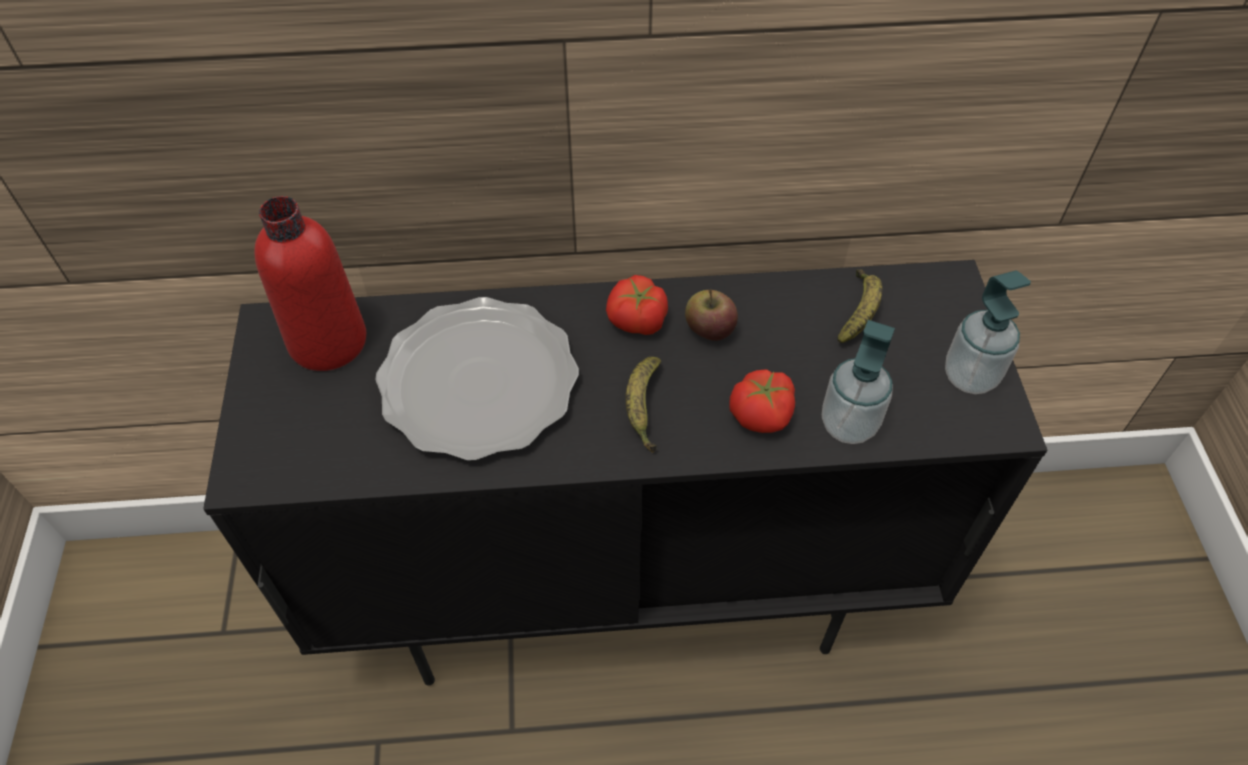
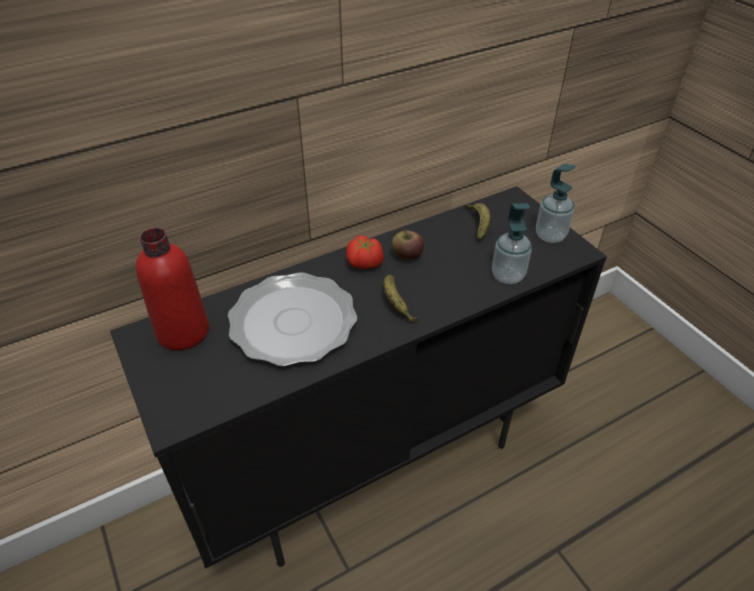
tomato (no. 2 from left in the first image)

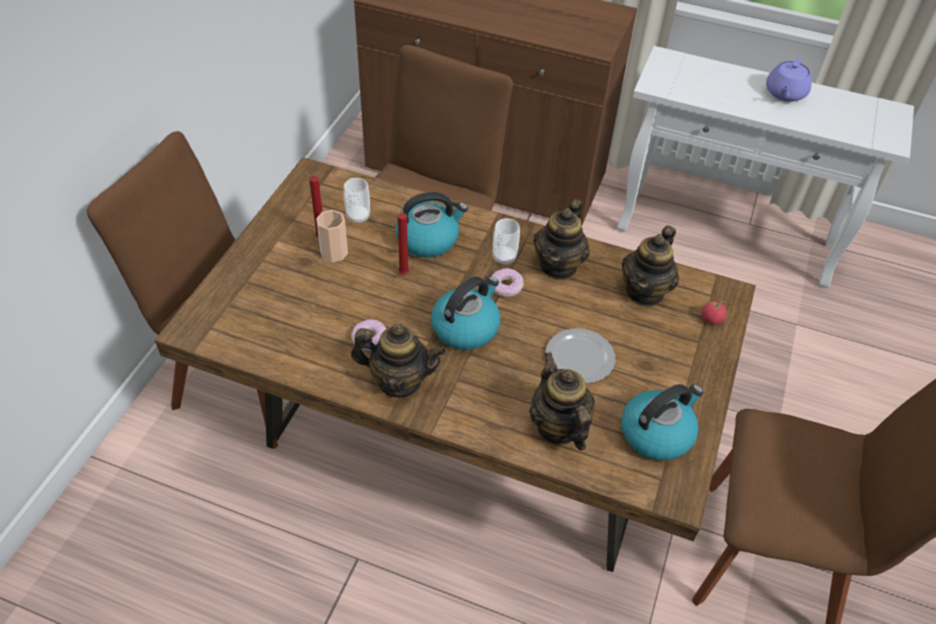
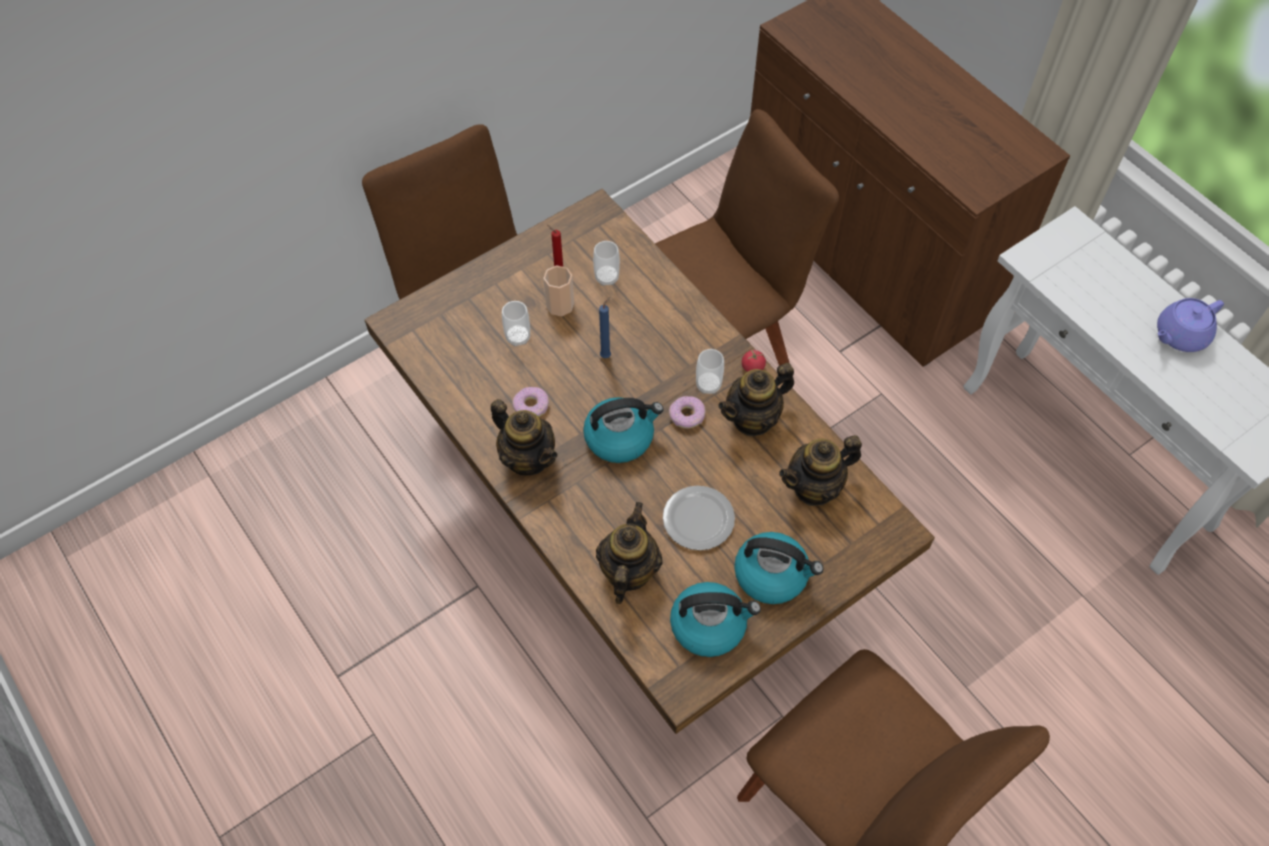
kettle (no. 3 from left)
blue candle
tomato
cup (no. 1 from left)

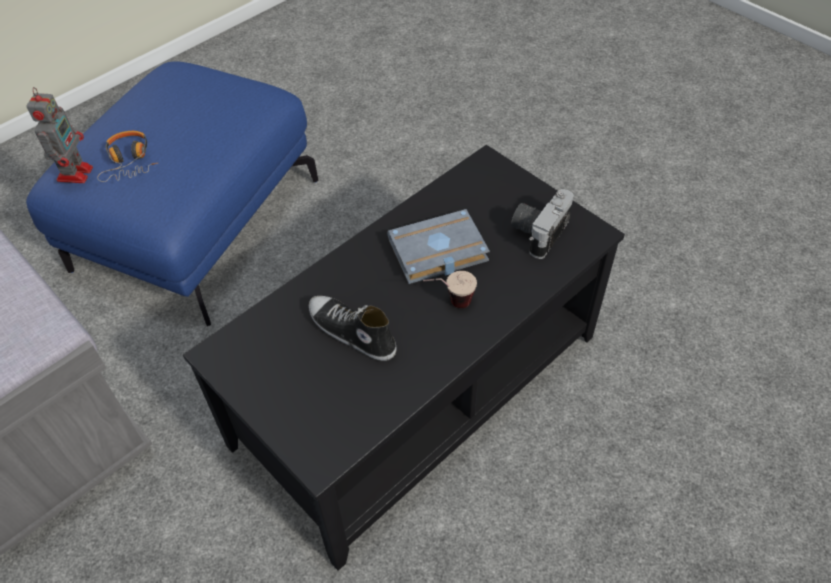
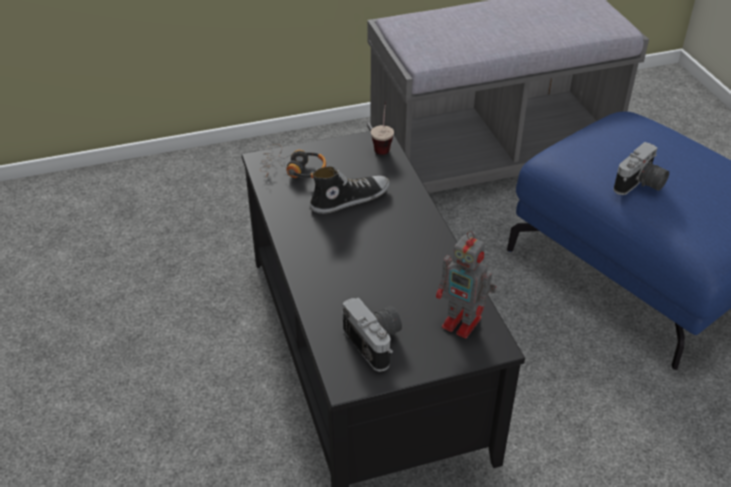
toy robot
headphones
grey book
cup
photo camera (no. 2 from left)

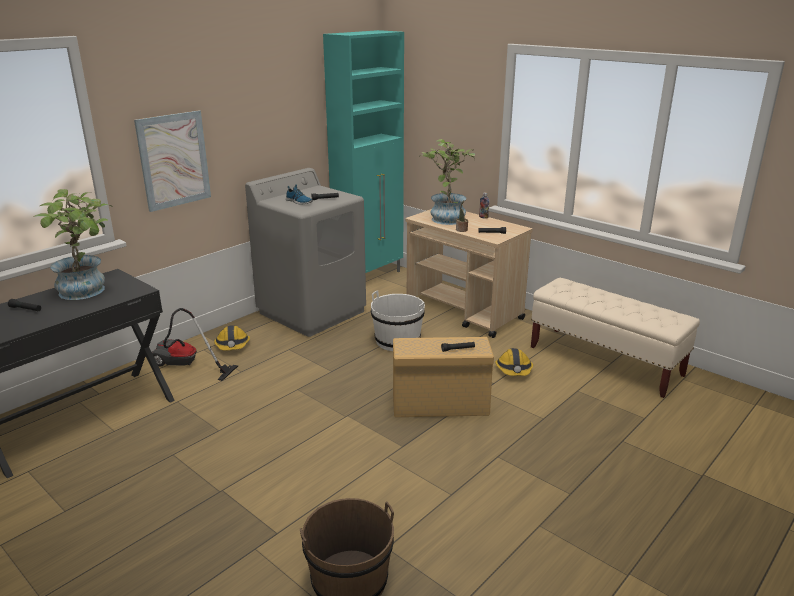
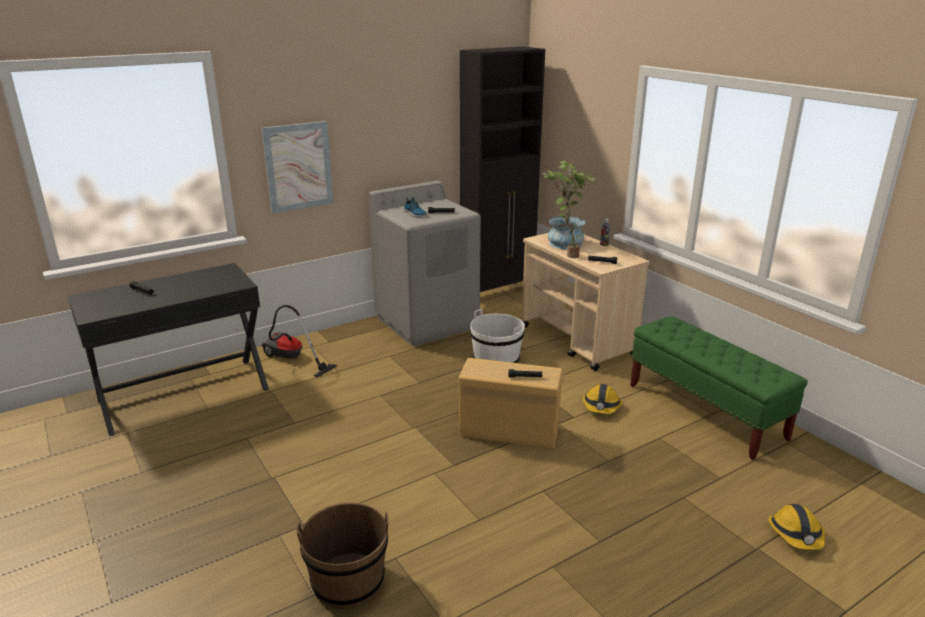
black cabinet
potted plant (no. 1 from left in the first image)
green bench
hard hat (no. 2 from left)

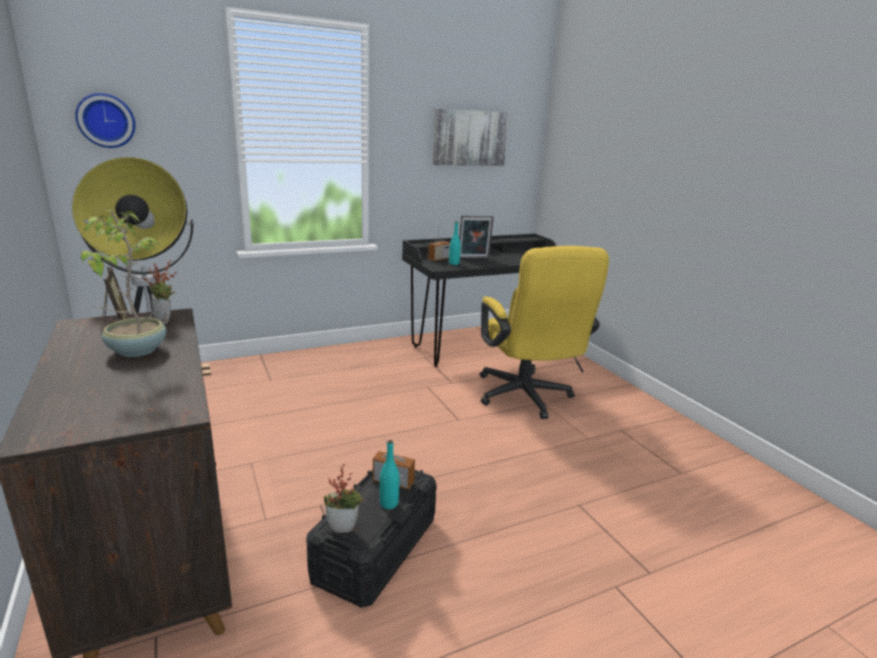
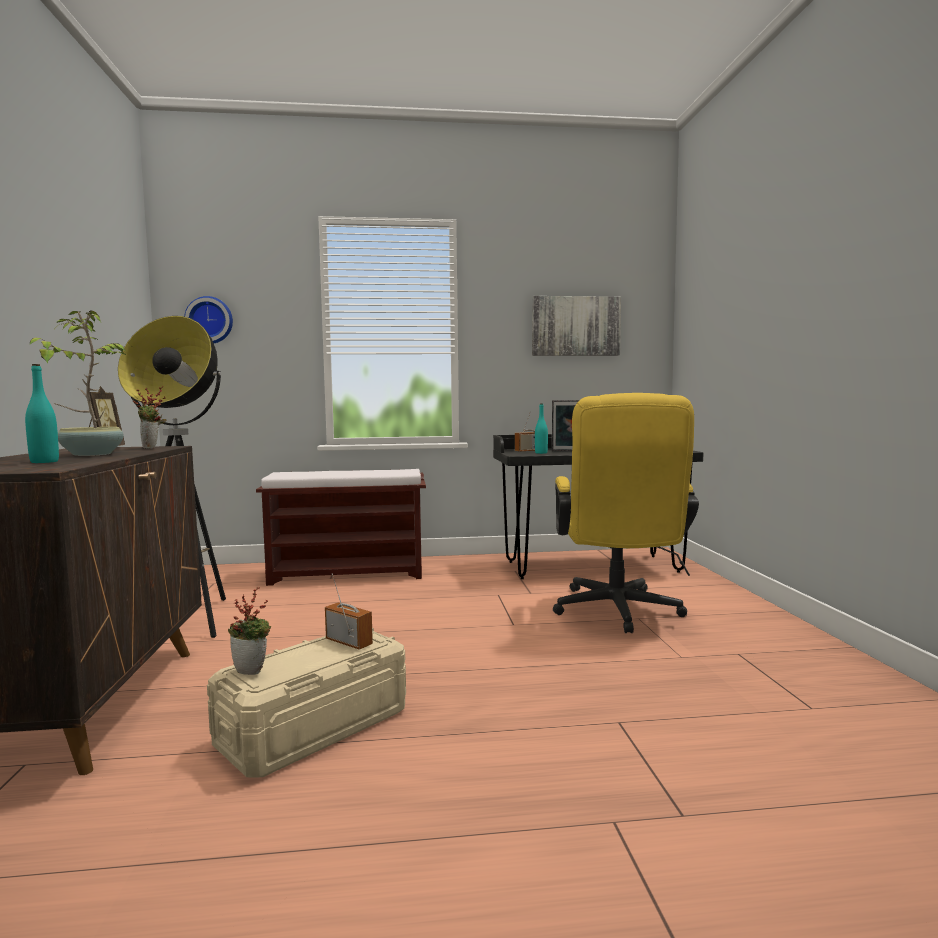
turquoise bottle (no. 1 from left)
beige storage box
brown bench

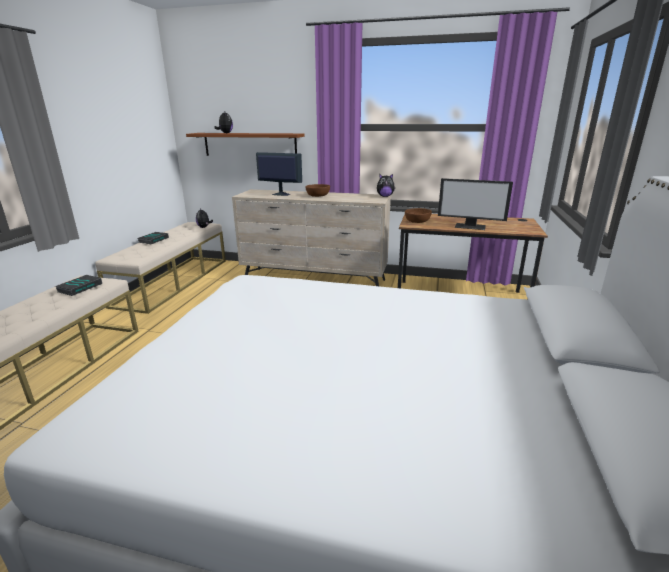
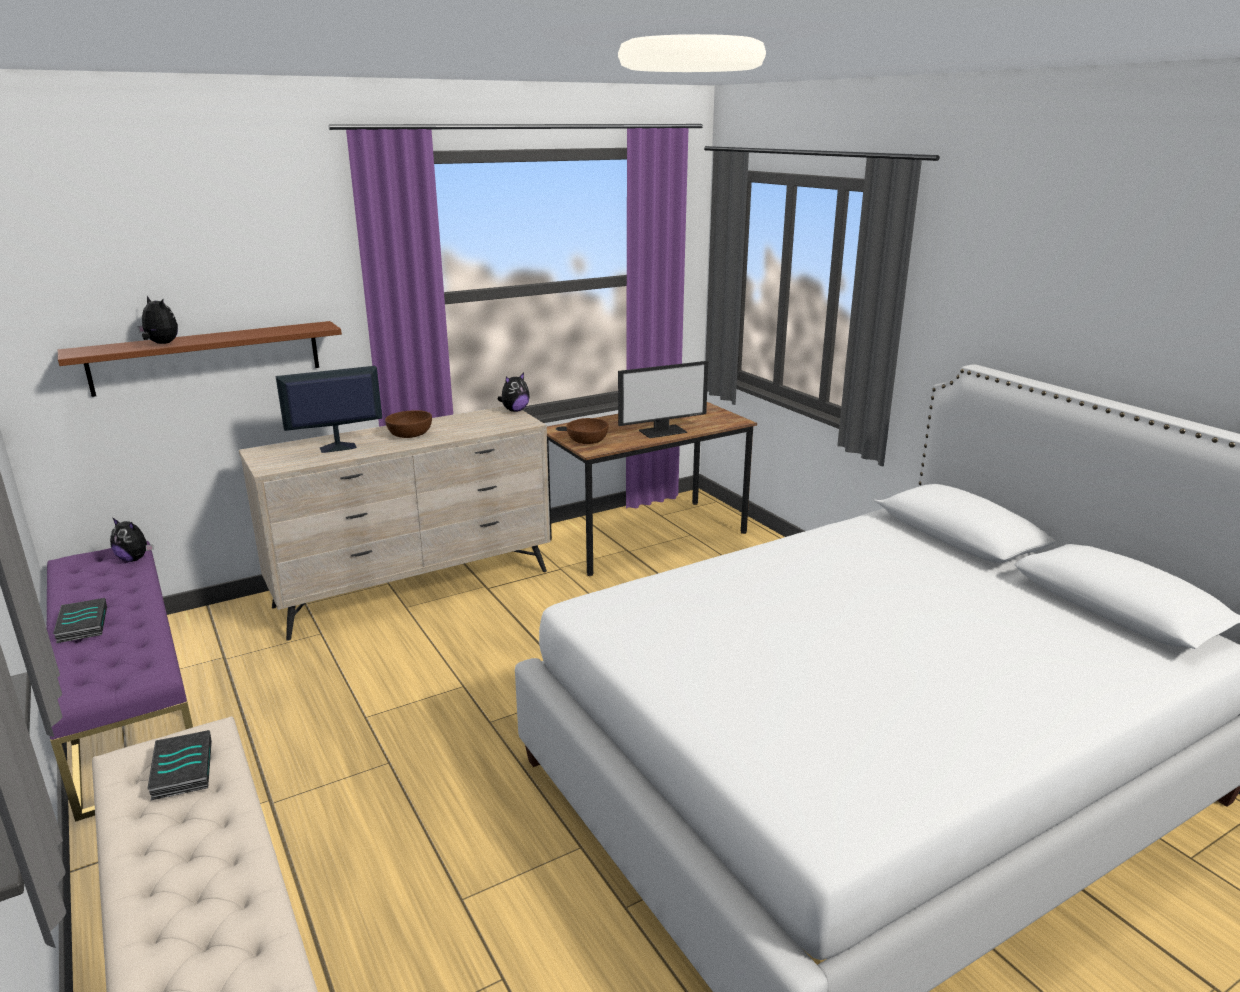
purple bench

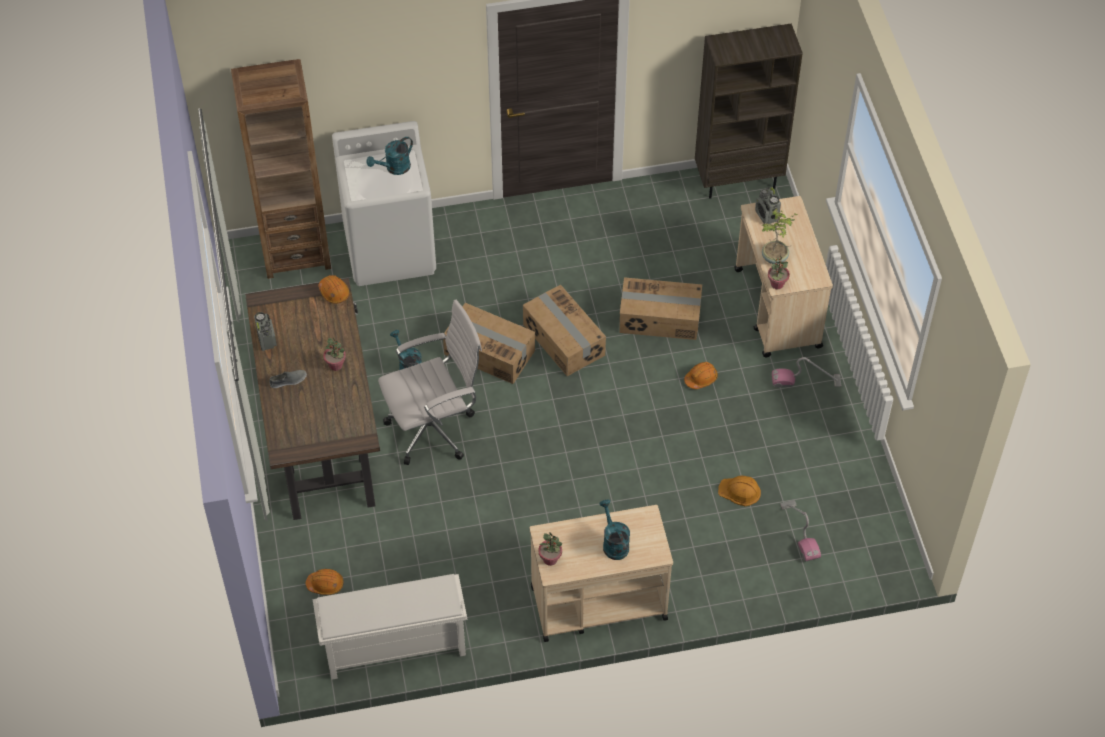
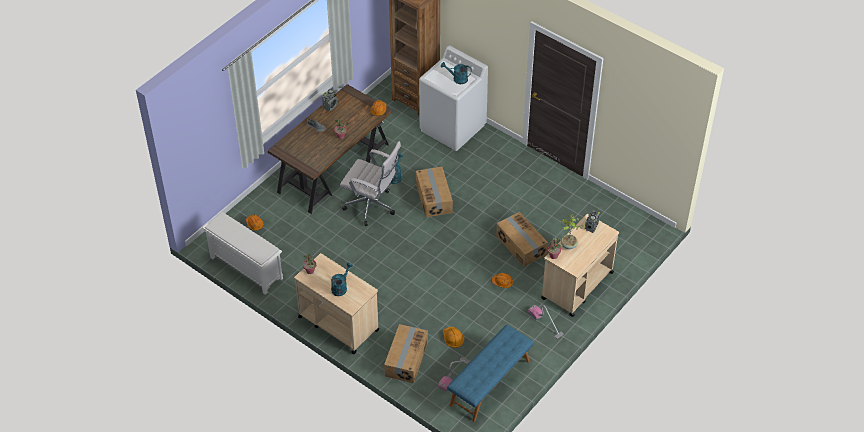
brown bookcase (no. 2 from left in the first image)
cardboard box (no. 1 from left)
blue bench

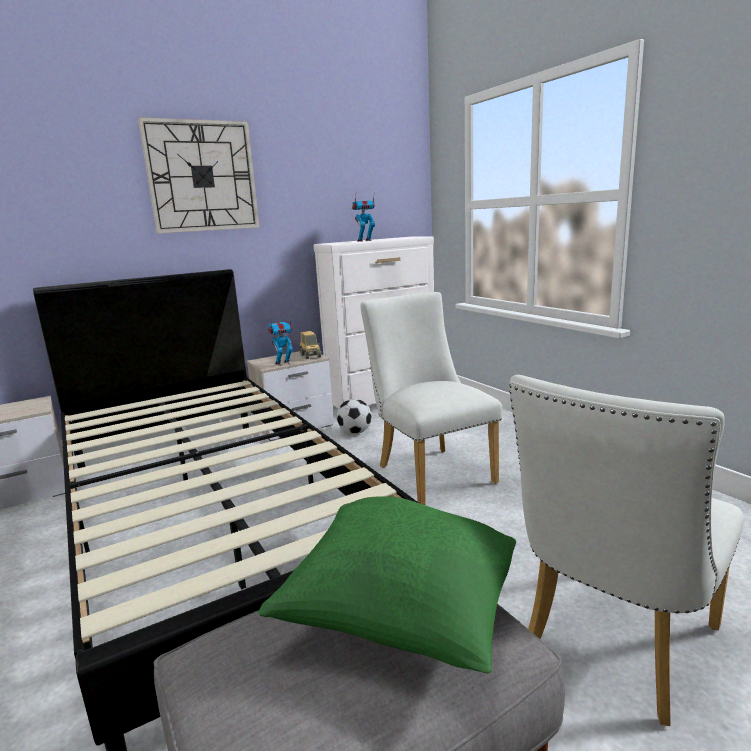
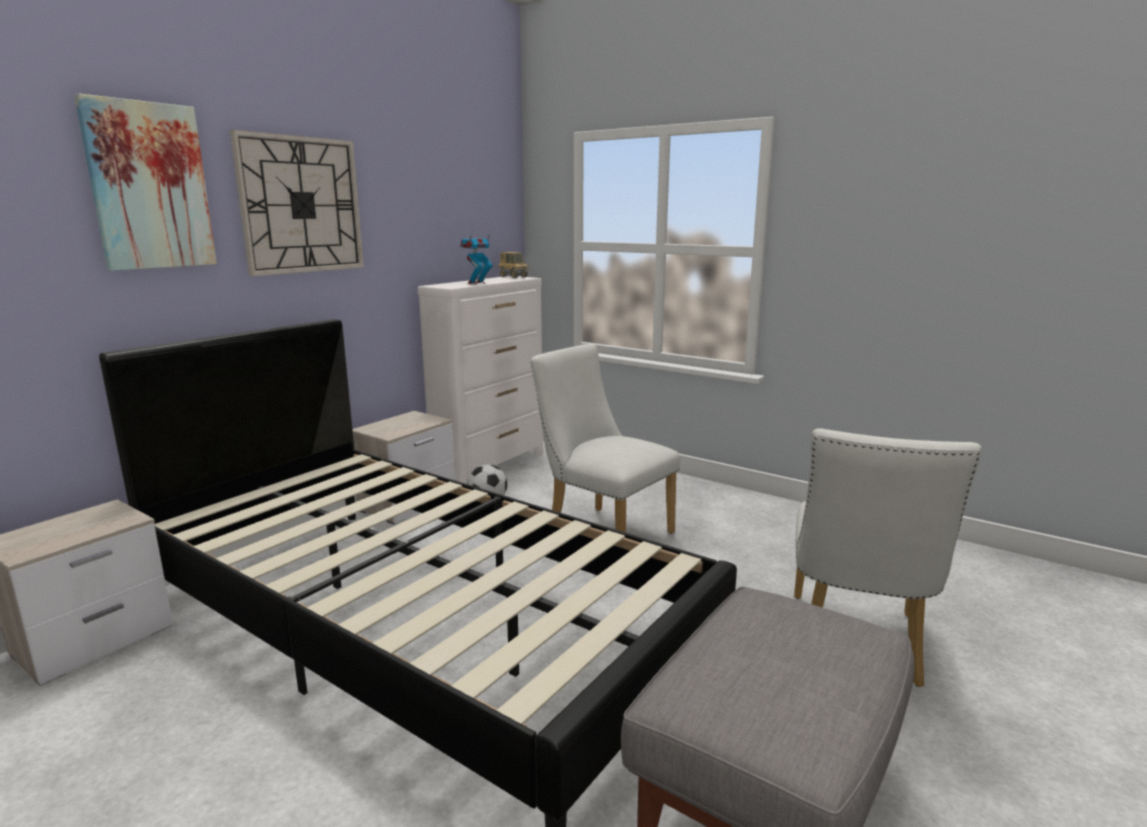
toy robot (no. 1 from left in the first image)
toy truck
green pillow
picture

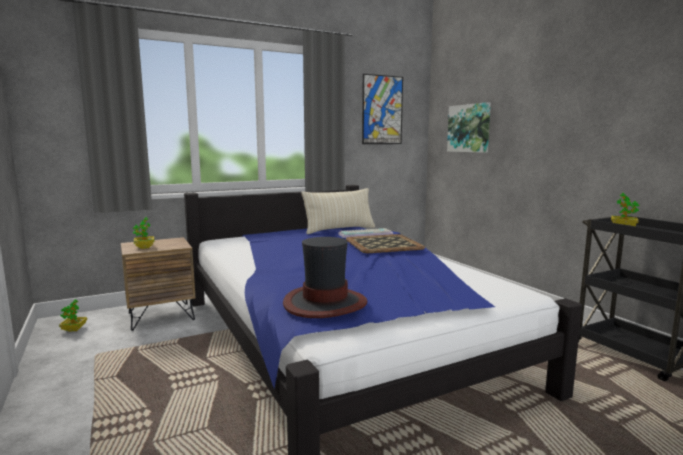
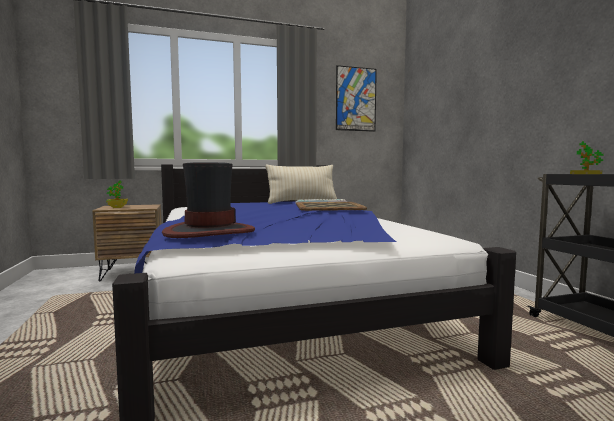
picture (no. 2 from left in the first image)
potted plant (no. 1 from left in the first image)

